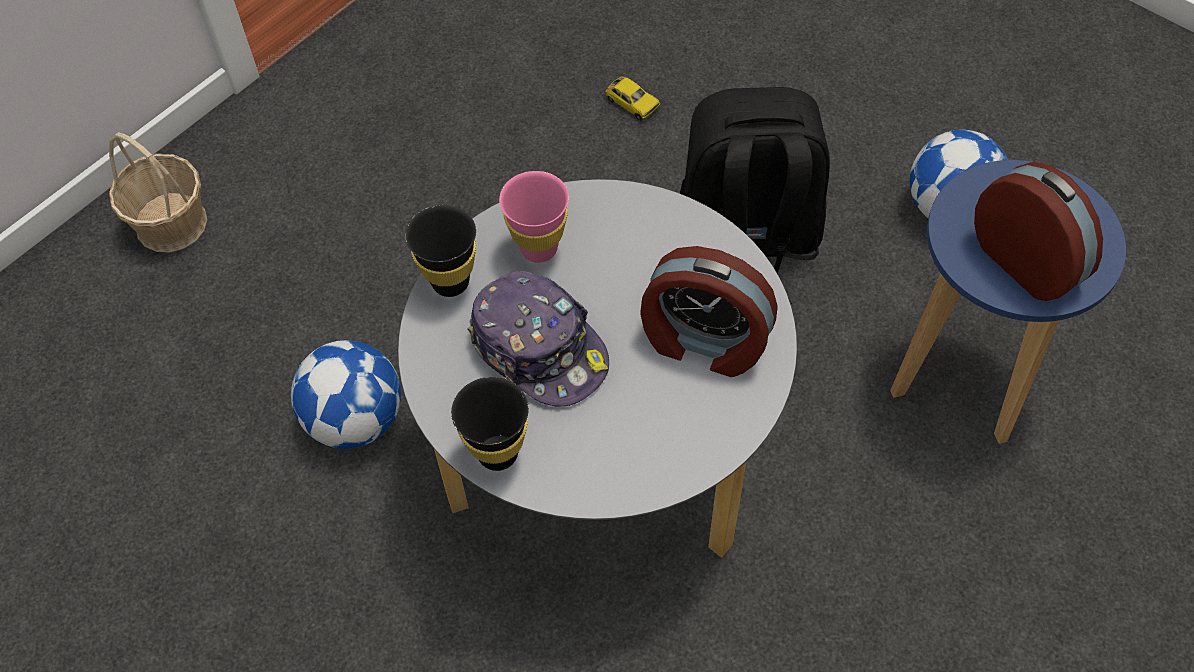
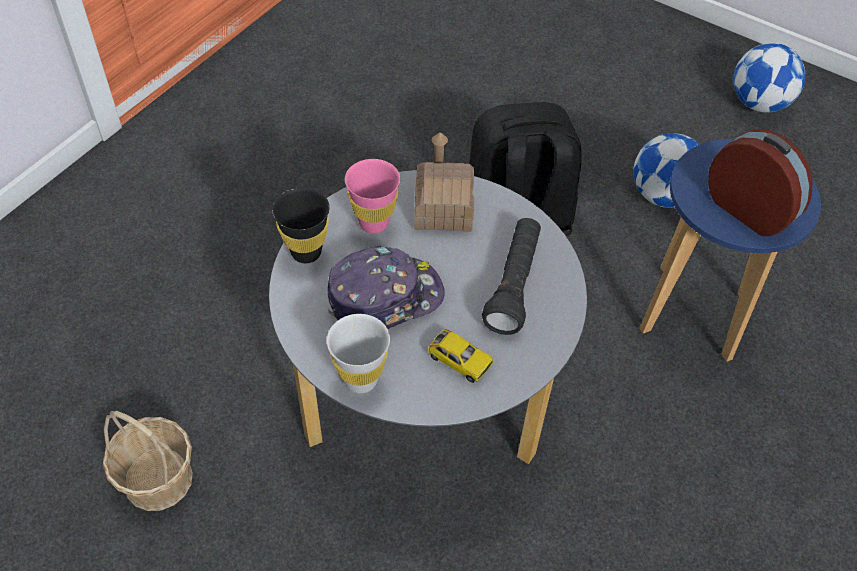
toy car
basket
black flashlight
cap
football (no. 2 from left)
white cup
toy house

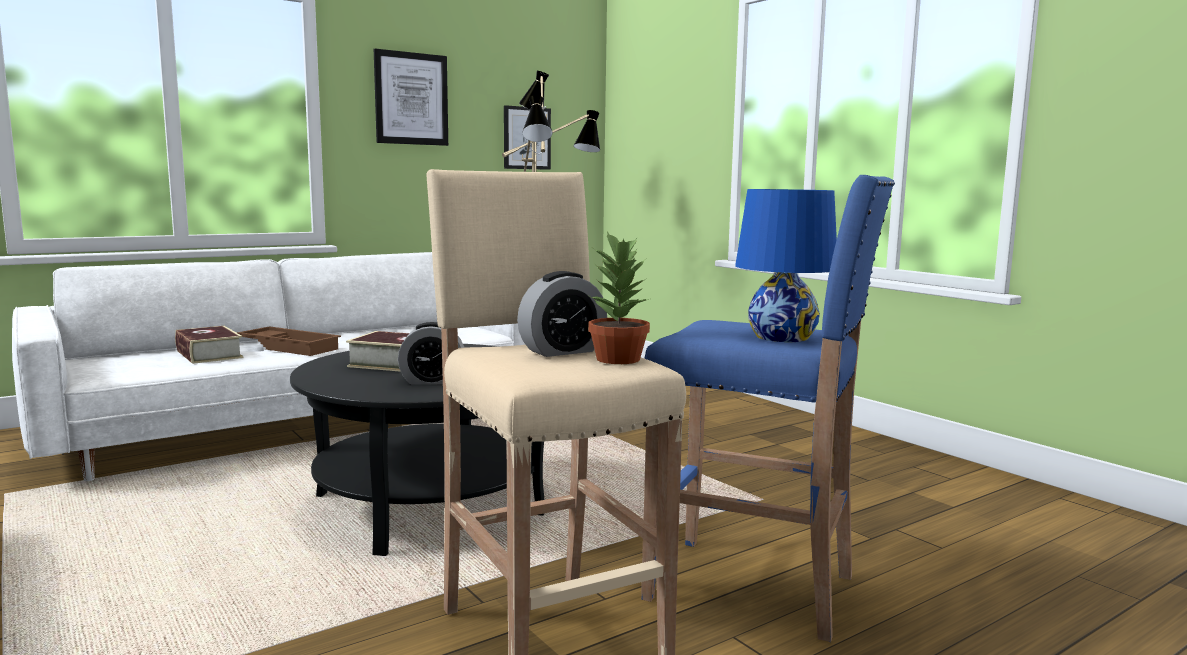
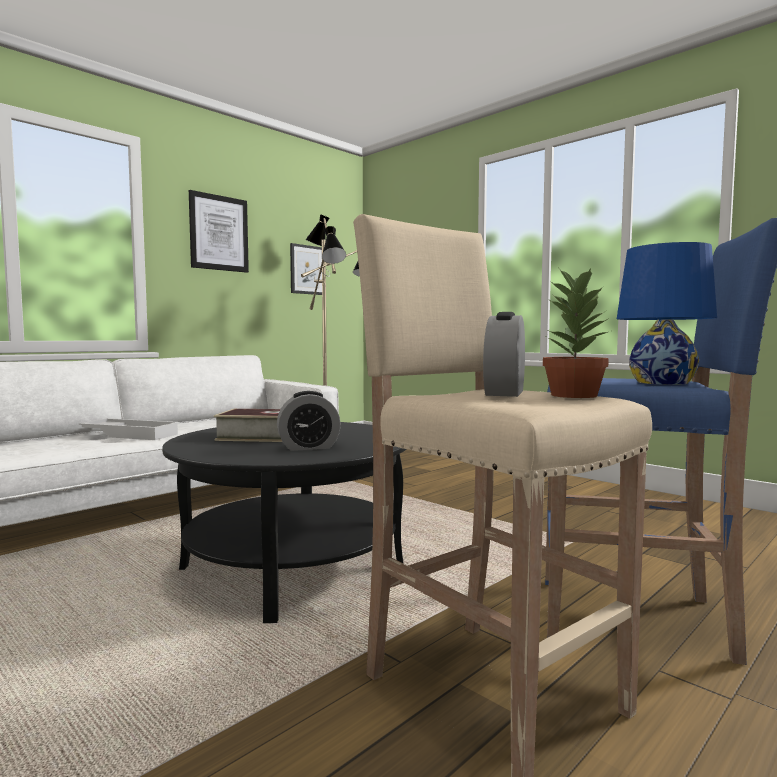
alarm clock (no. 2 from left)
book (no. 1 from left in the first image)
white tray

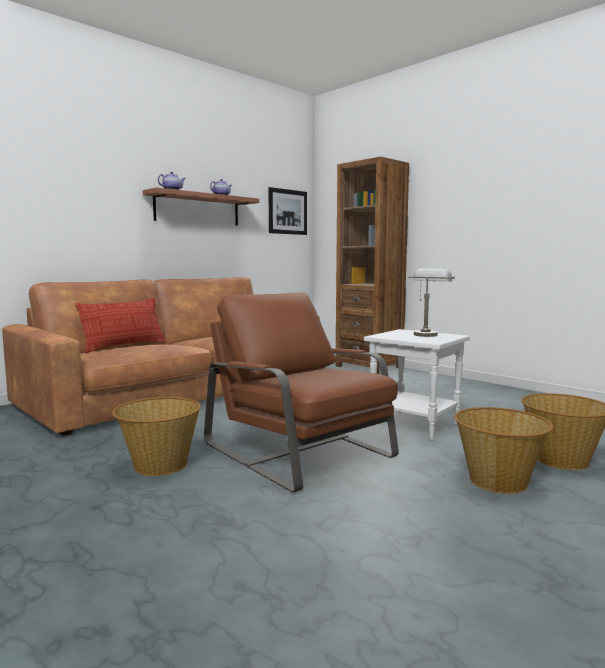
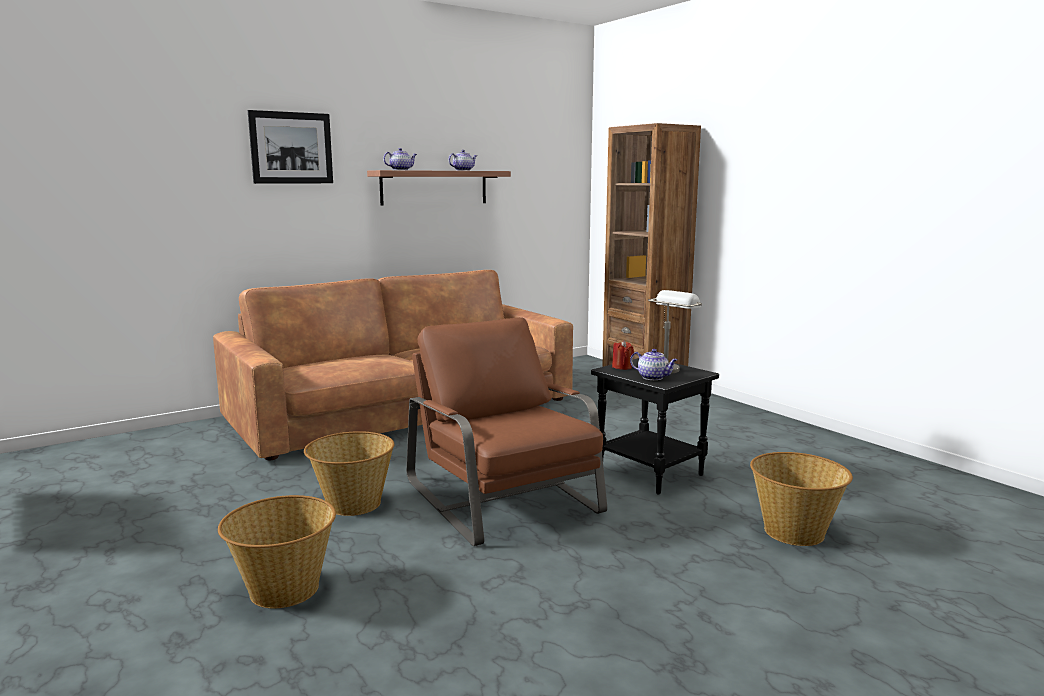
picture
pillow
black side table
basket (no. 1 from left)
red candle
teapot (no. 3 from left)

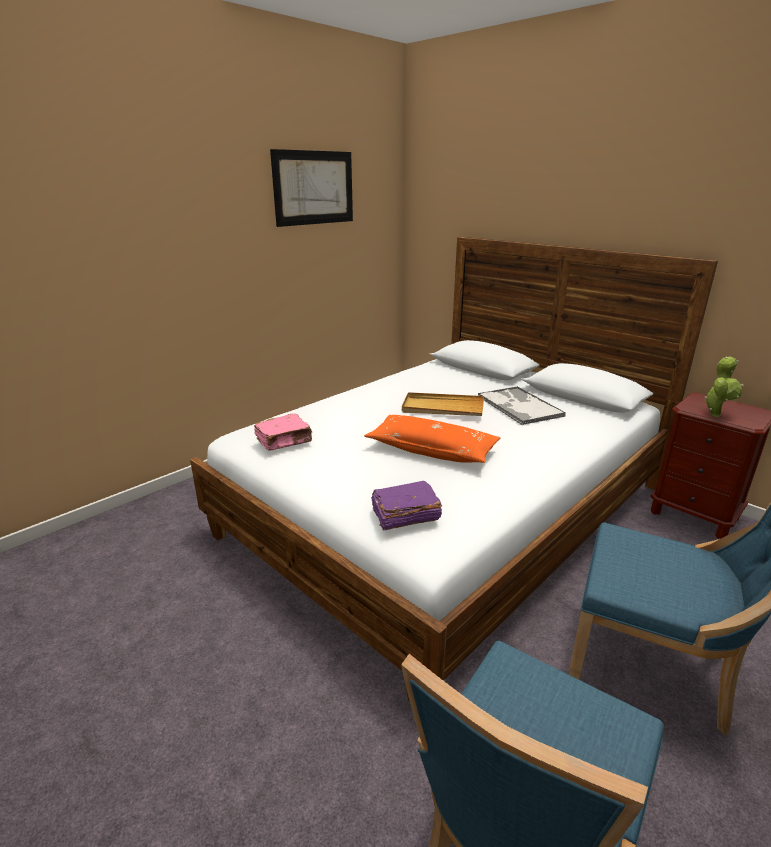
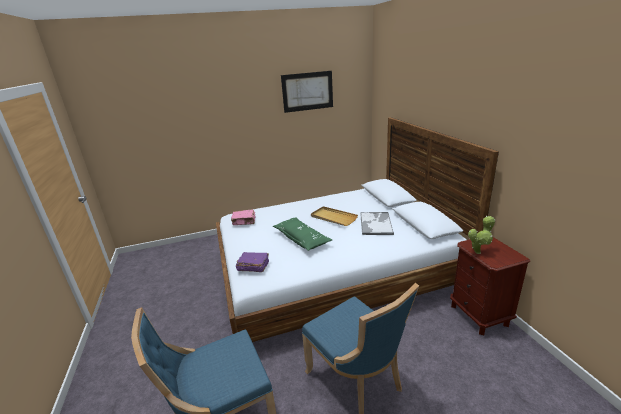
green pillow

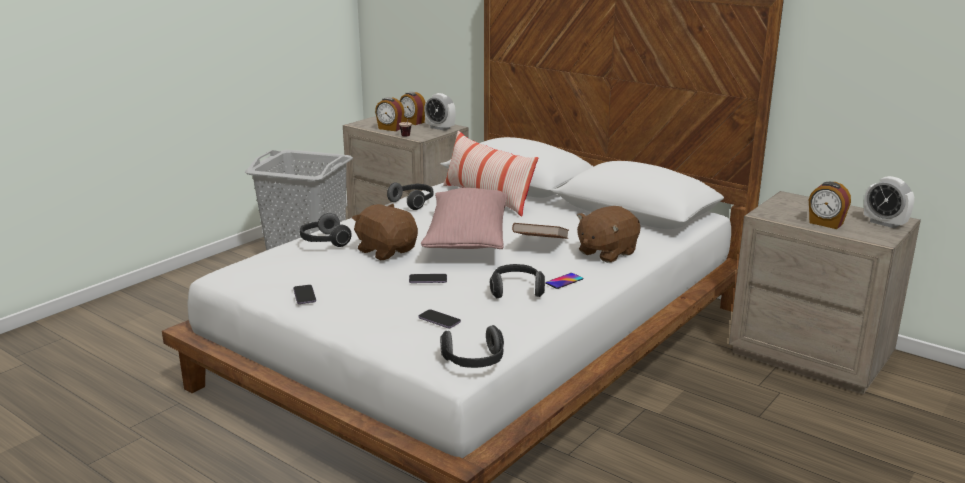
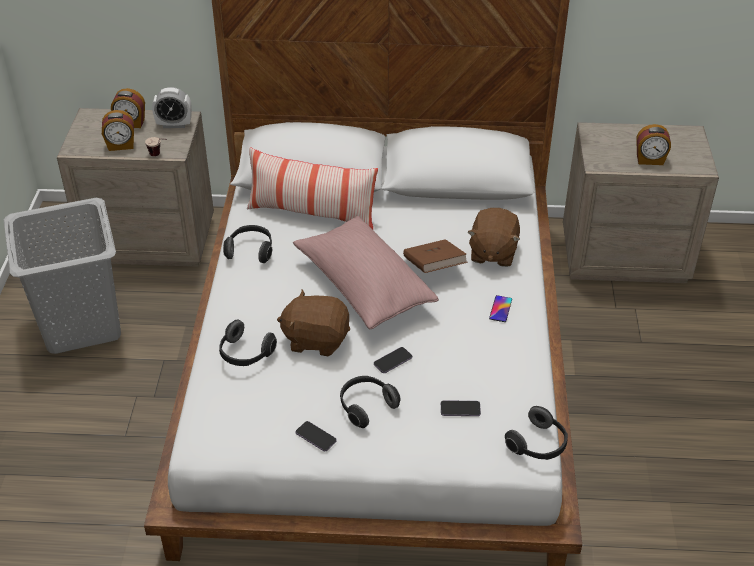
alarm clock (no. 5 from left in the first image)
headphones (no. 3 from left)

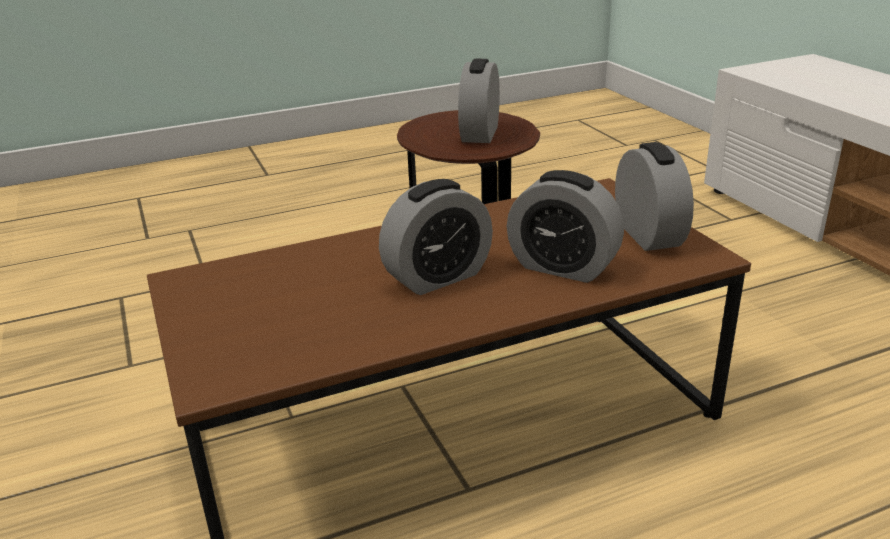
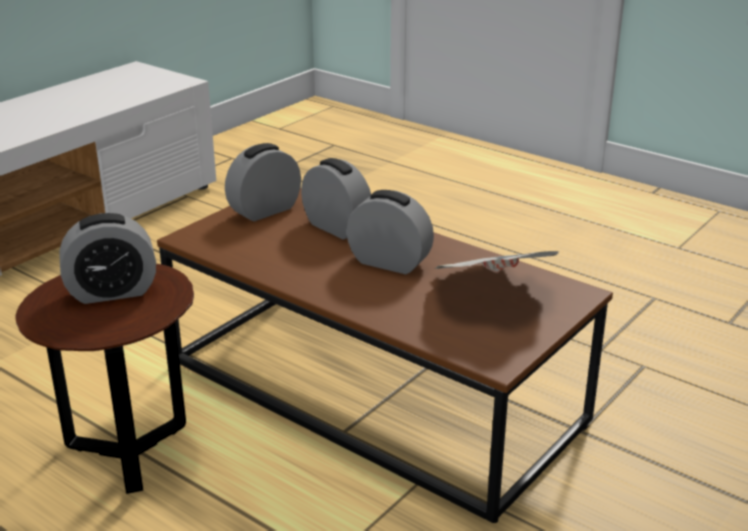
alarm clock (no. 3 from left)
newspaper

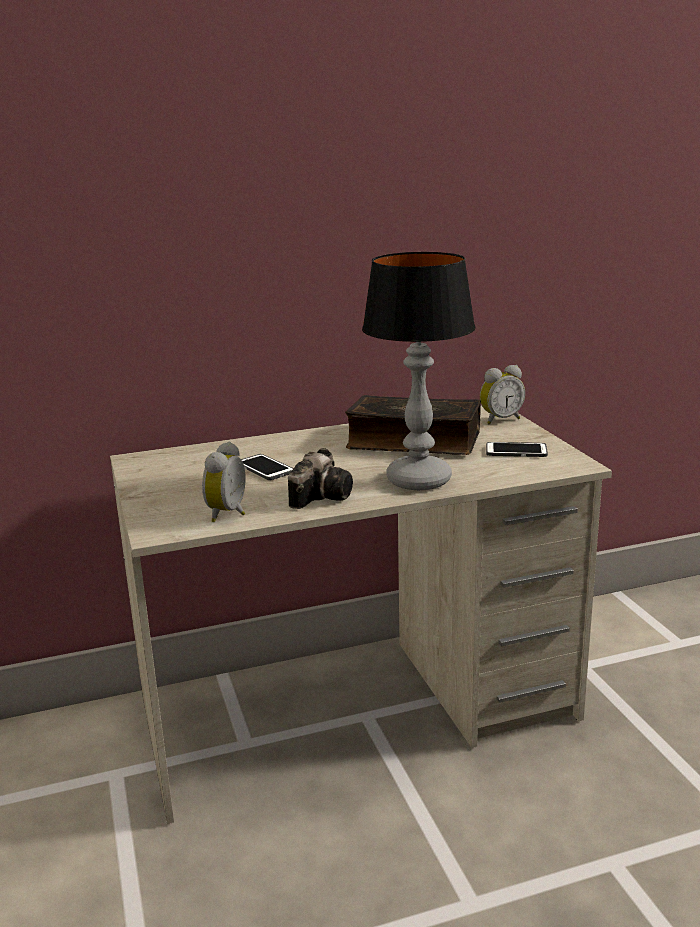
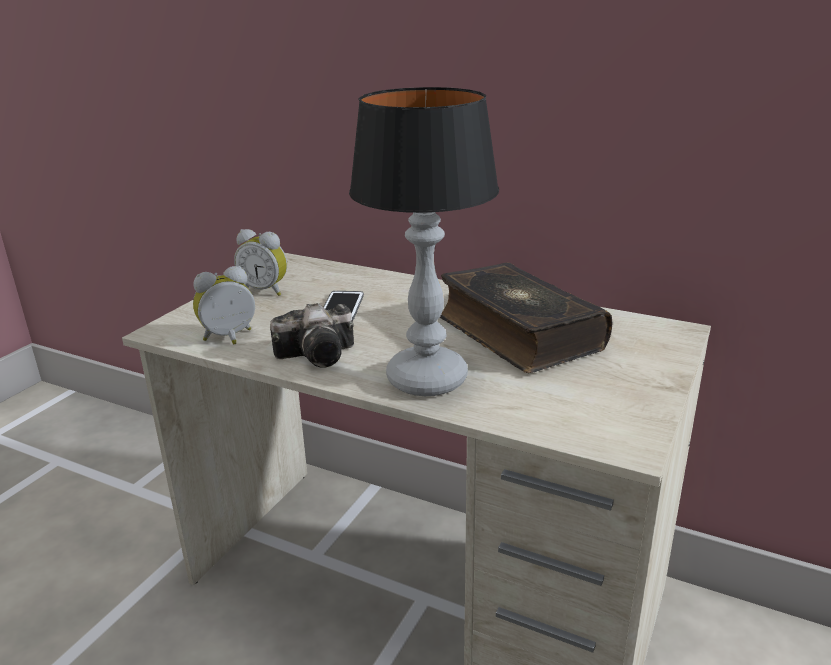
alarm clock (no. 2 from left)
phone (no. 2 from left in the first image)

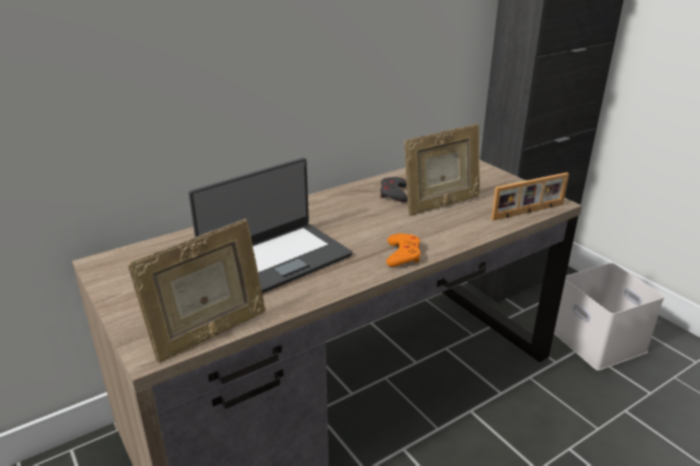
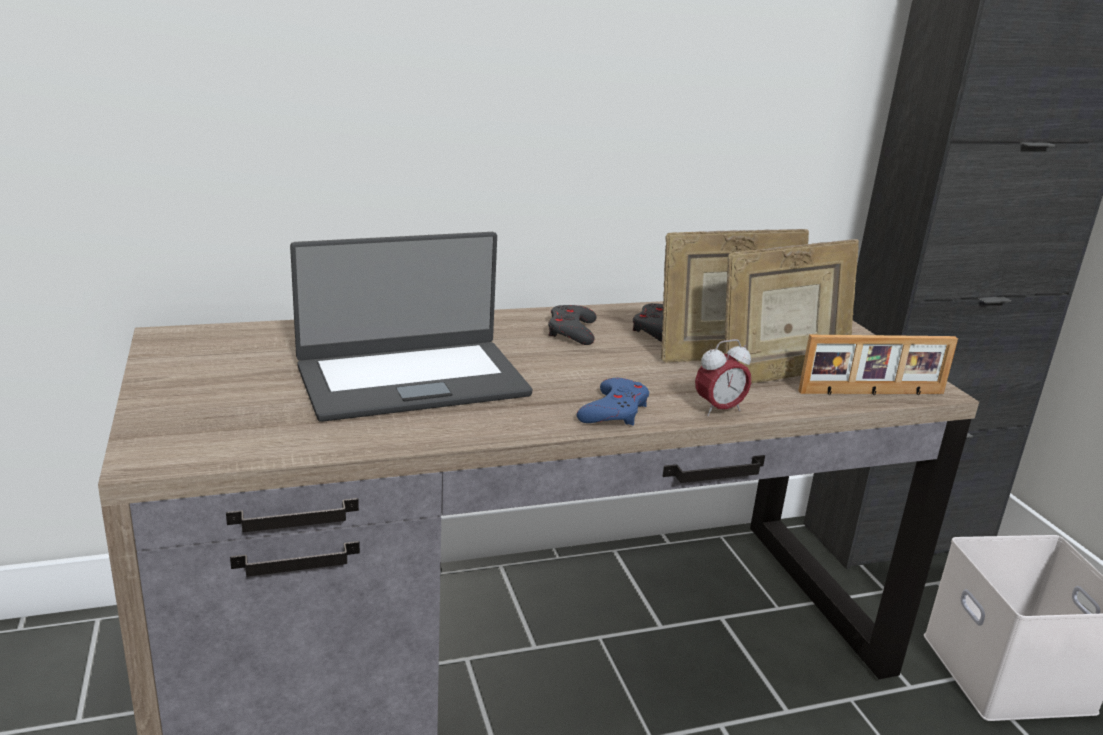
picture frame (no. 2 from left)
blue game controller
grey game controller (no. 1 from left)
alarm clock

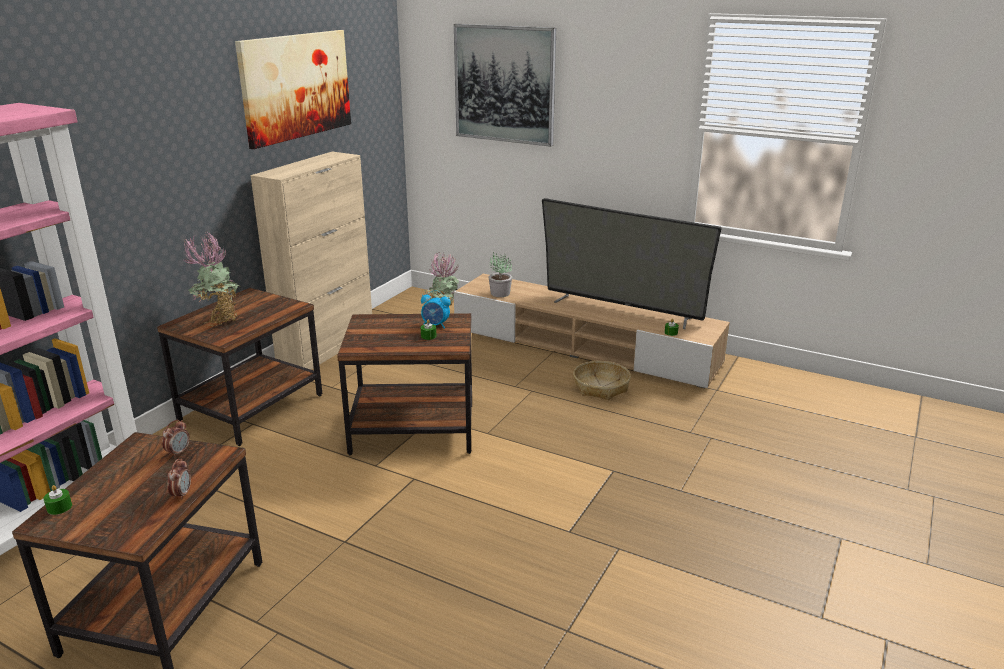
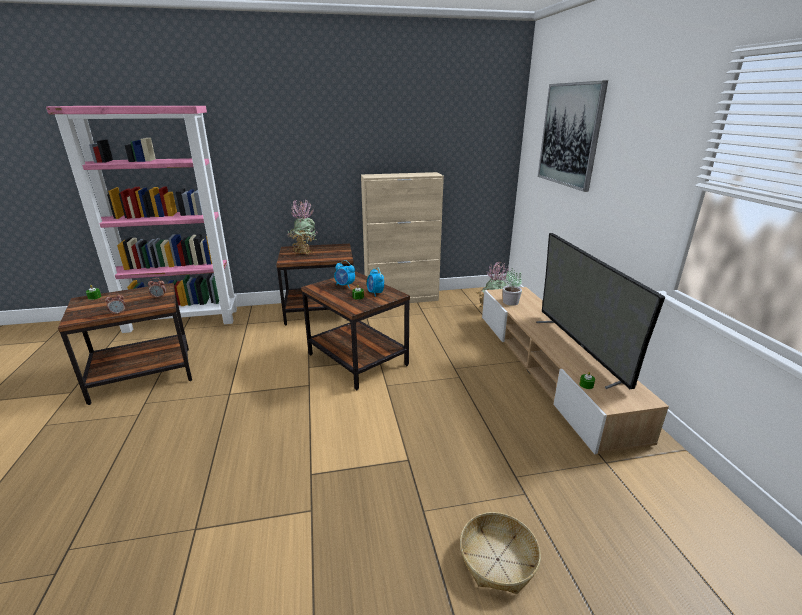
picture (no. 1 from left in the first image)
basket
alarm clock (no. 3 from left)

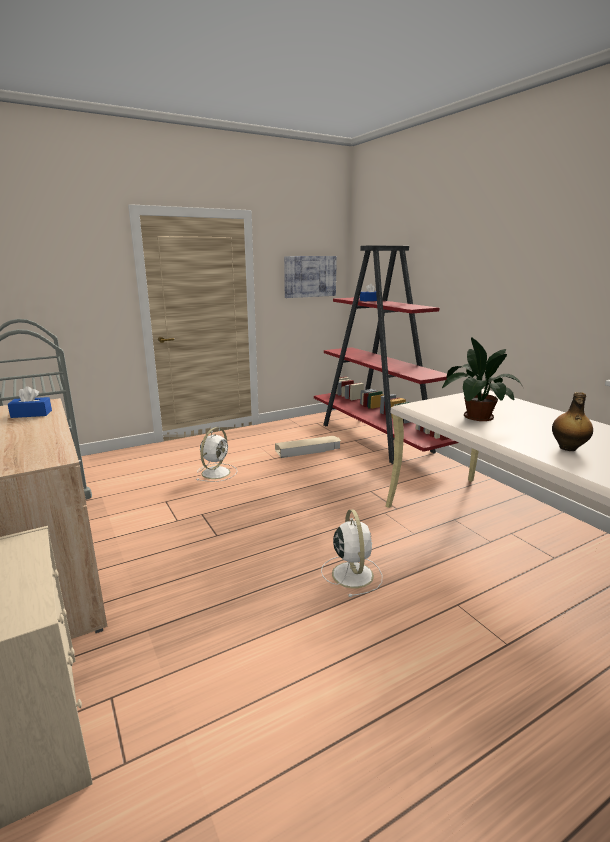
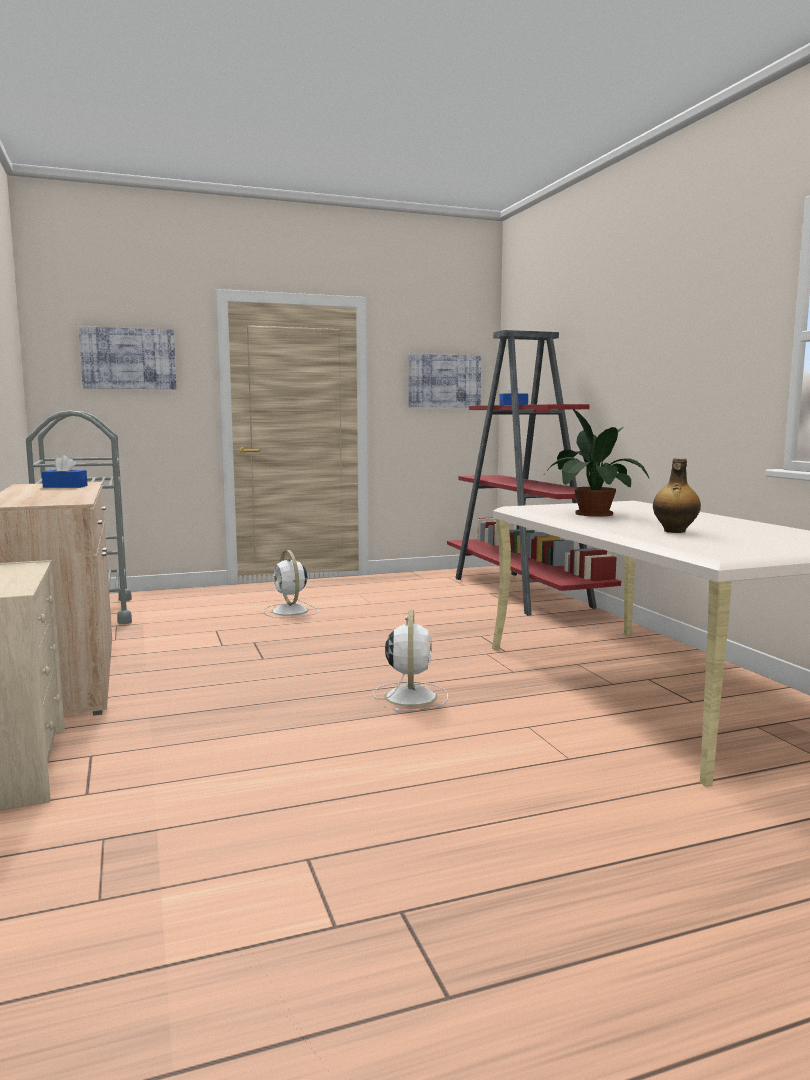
white fan (no. 1 from left)
beige storage box
picture (no. 1 from left)

